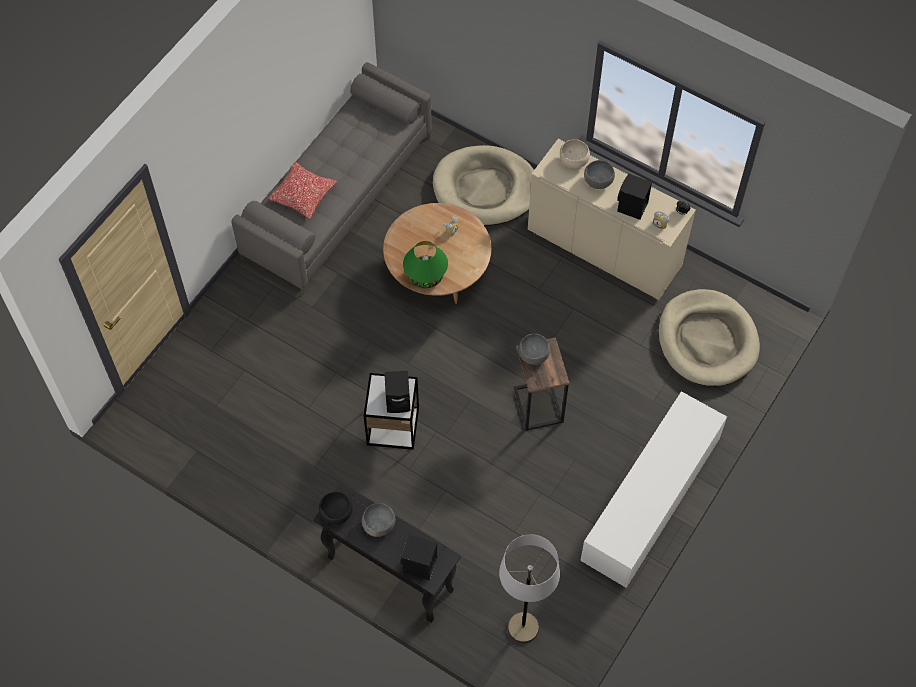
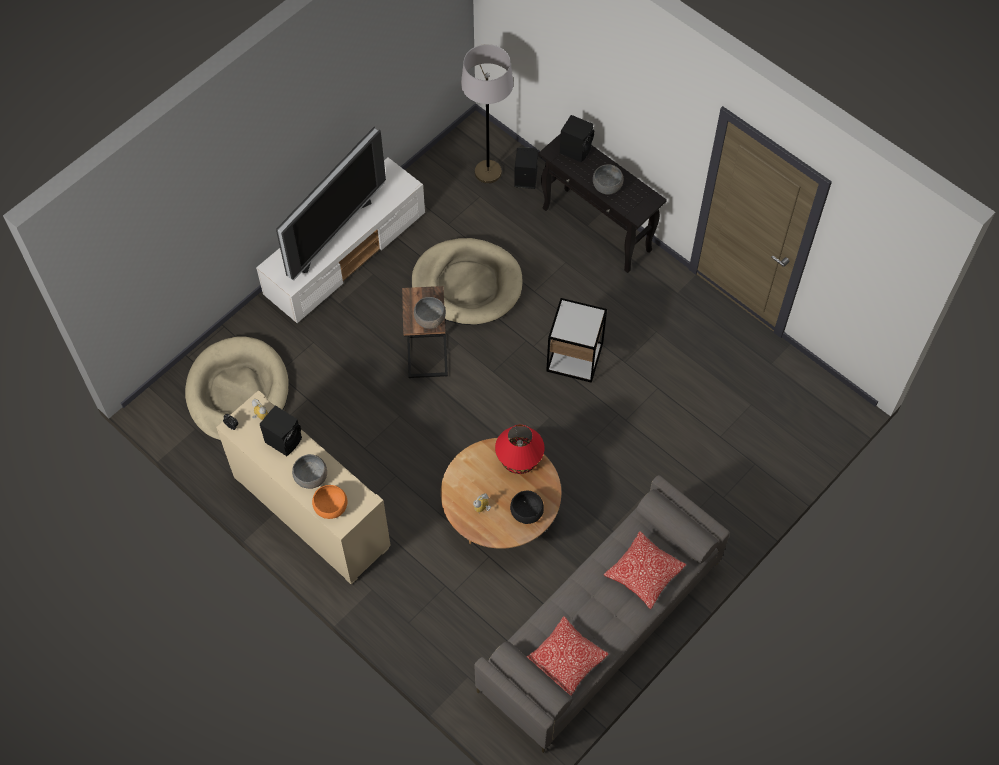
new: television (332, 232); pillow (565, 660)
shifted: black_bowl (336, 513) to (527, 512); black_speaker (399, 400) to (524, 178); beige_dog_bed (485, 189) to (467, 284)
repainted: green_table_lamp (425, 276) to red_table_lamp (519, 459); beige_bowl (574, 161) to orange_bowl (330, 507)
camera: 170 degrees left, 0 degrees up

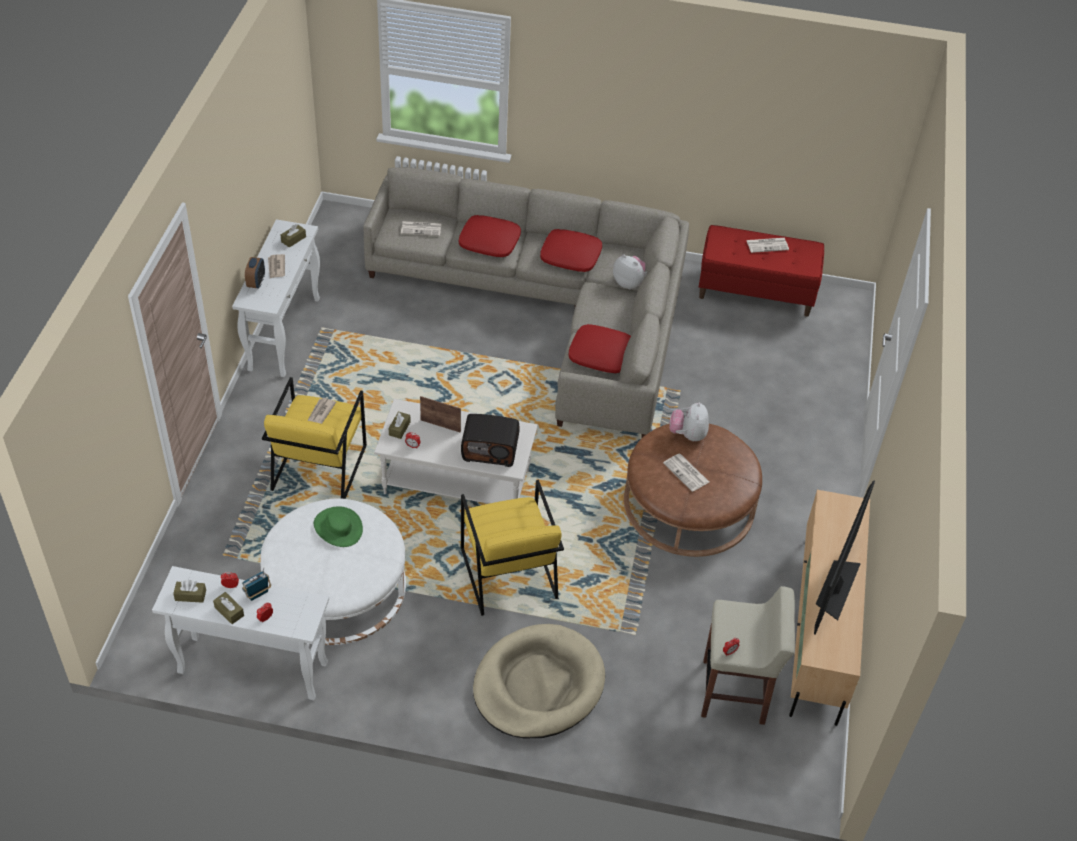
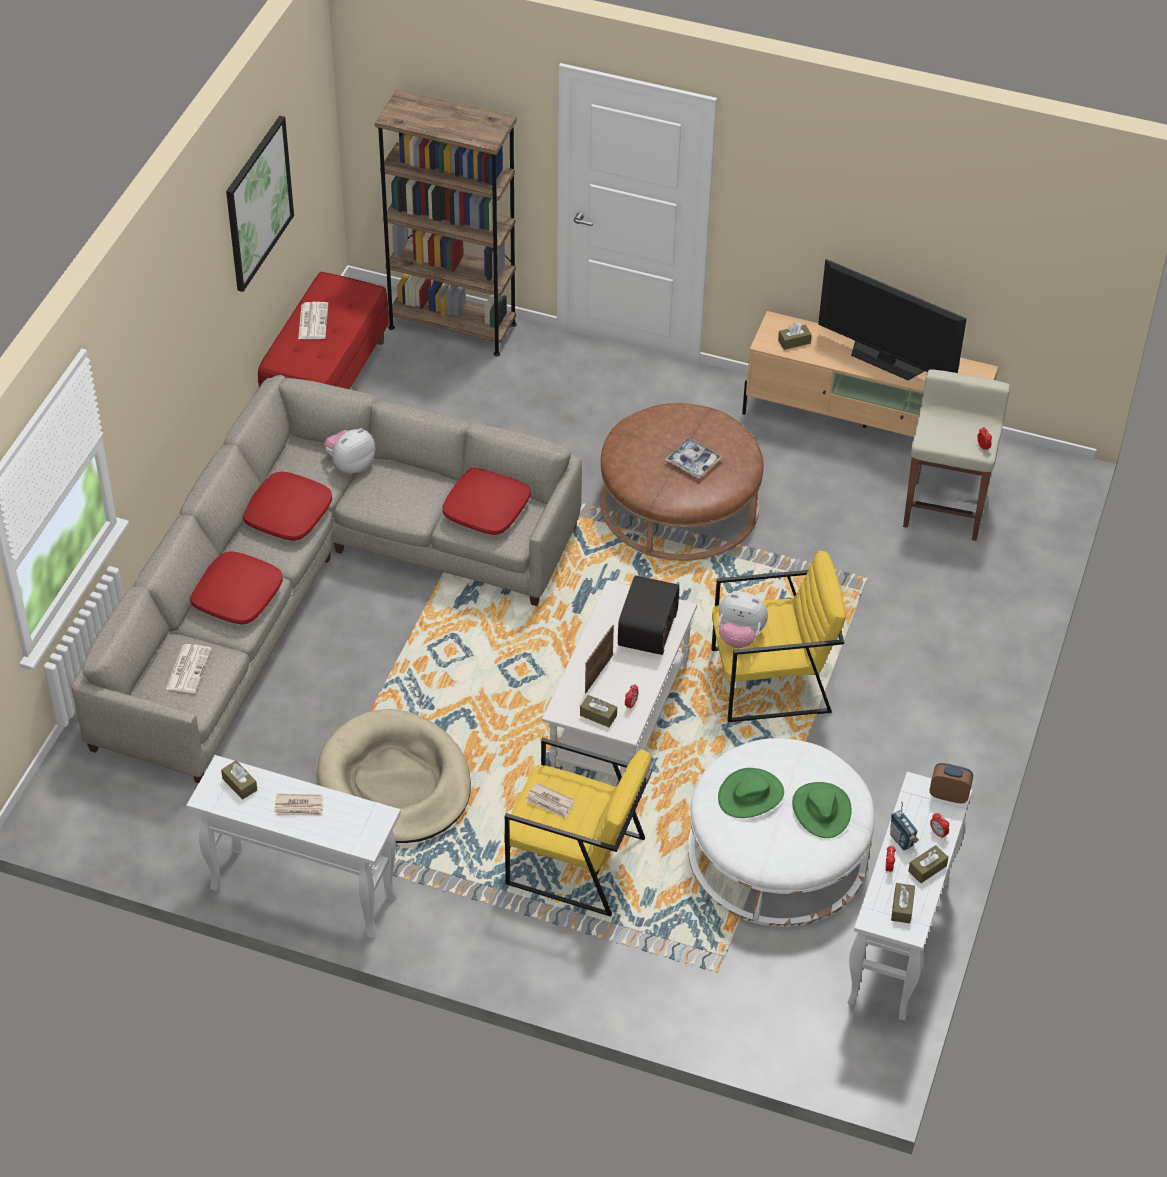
new: picture (258, 203); brown_bookcase (452, 326); brown_tissue_box (794, 341); green_hat (821, 810)
shifted: alarm_clock (256, 282) to (949, 795); beige_dog_bed (538, 685) to (395, 782); plush_toy (688, 435) to (739, 636)
swapped: newspaper (686, 473) to tray (693, 462)
camera: 80 degrees left, 0 degrees up

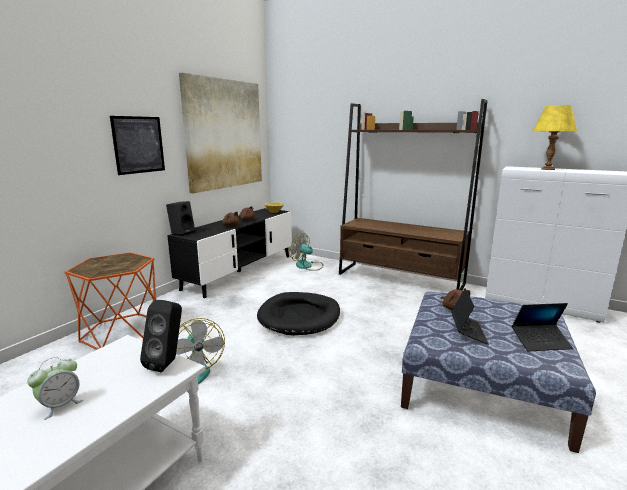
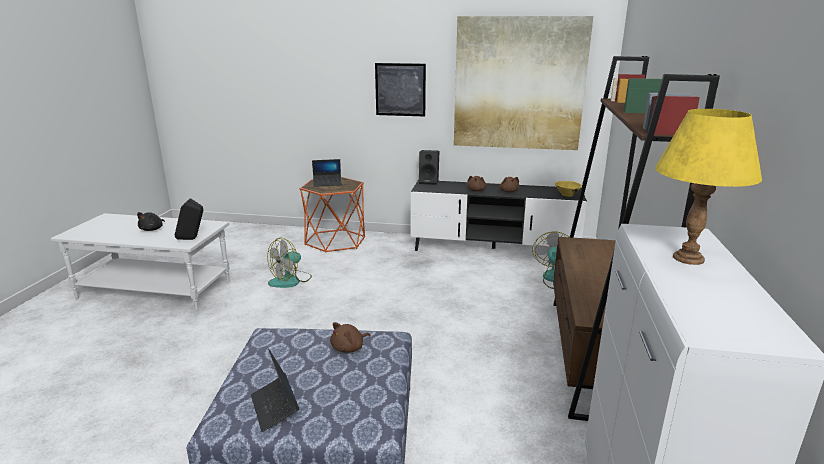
gone: black_dog_bed (299, 316)
shifted: laptop (468, 332) to (327, 183)
swapped: alarm_clock (60, 405) to black_plush_toy (152, 229)
camera: 70 degrees right, 5 degrees up

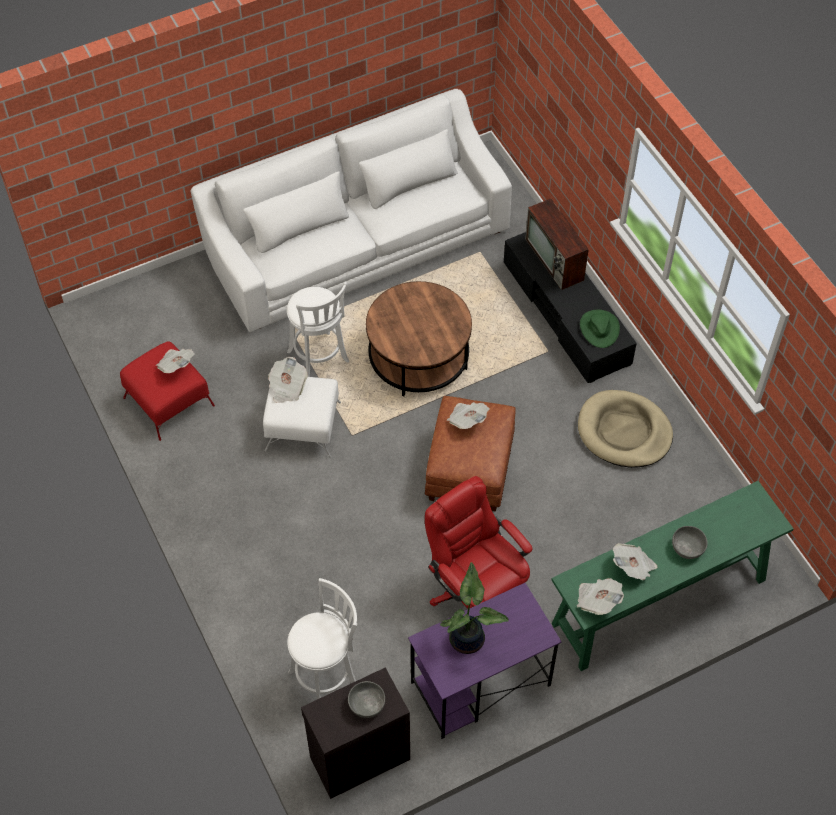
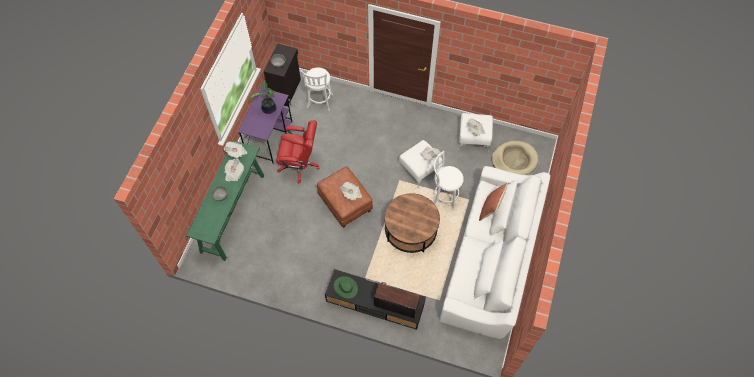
new: pillow (490, 209)
shifted: beige_dog_bed (624, 432) to (514, 160)
repainted: red_ottoman (168, 402) to white_ottoman (473, 137)
camera: 135 degrees right, 5 degrees up

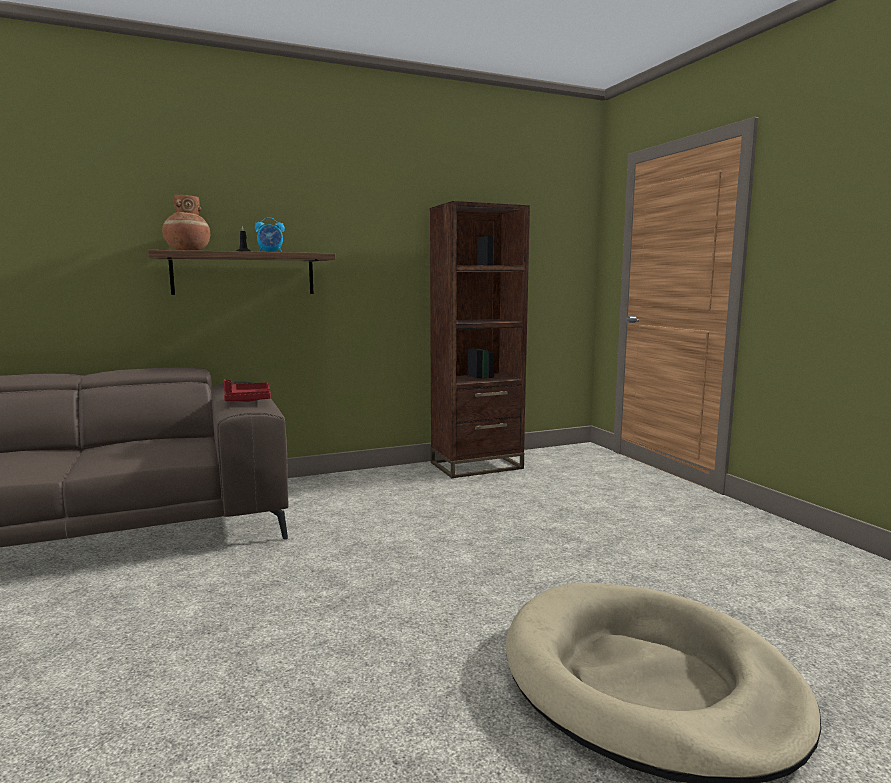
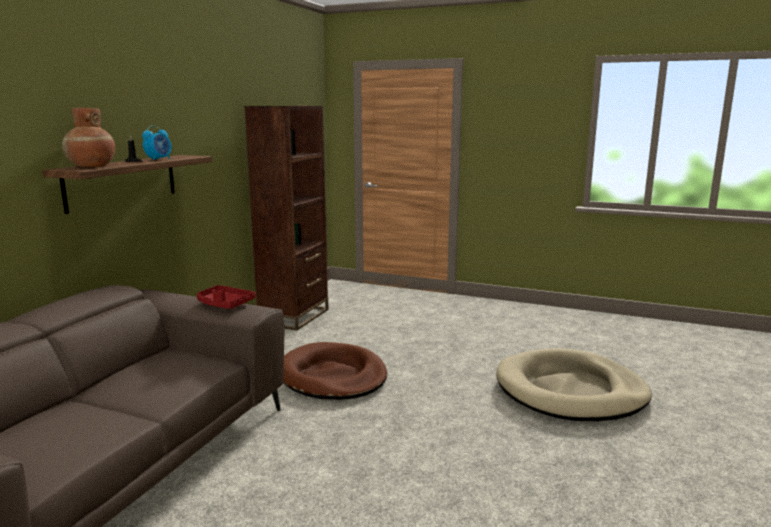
new: brown_dog_bed (332, 376)
camera: 45 degrees left, 5 degrees up

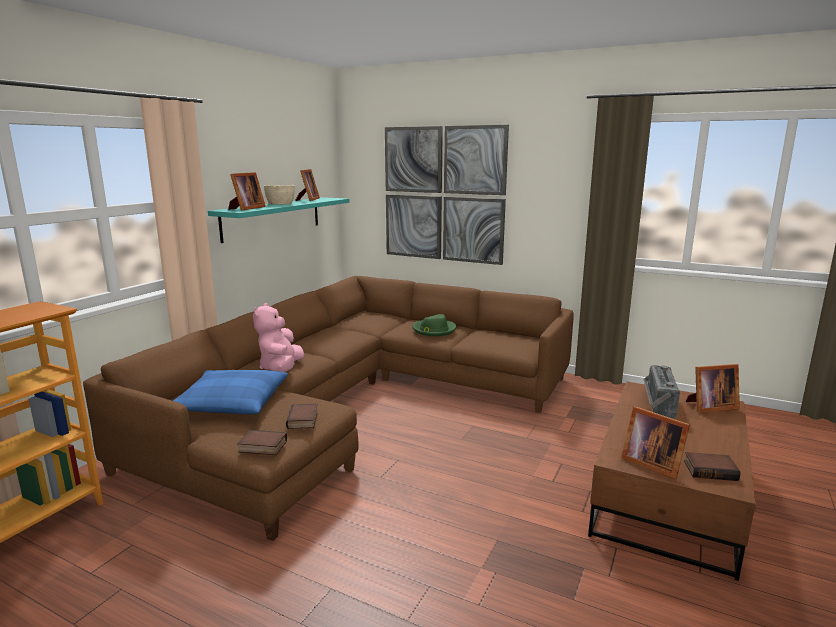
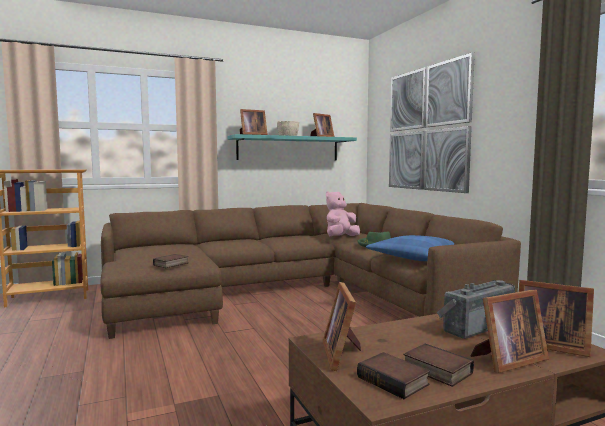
new: picture_frame (507, 360)
shifted: blue_pillow (231, 403) to (413, 257); book (261, 447) to (435, 370); pink_plush_toy (281, 369) to (341, 237)
camera: 40 degrees right, 10 degrees down

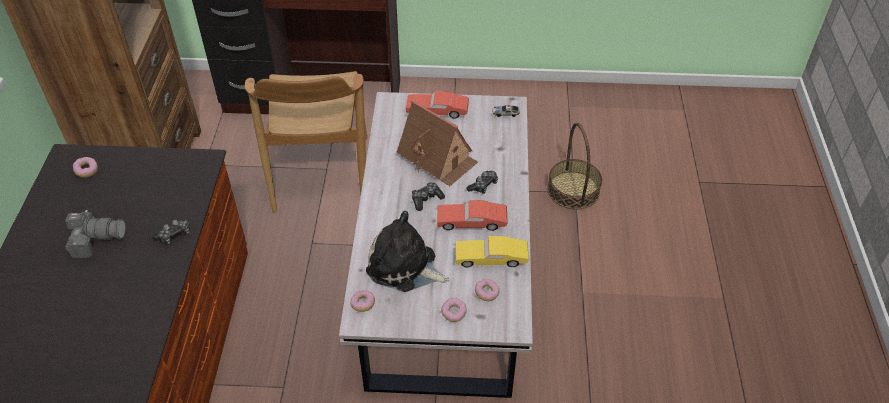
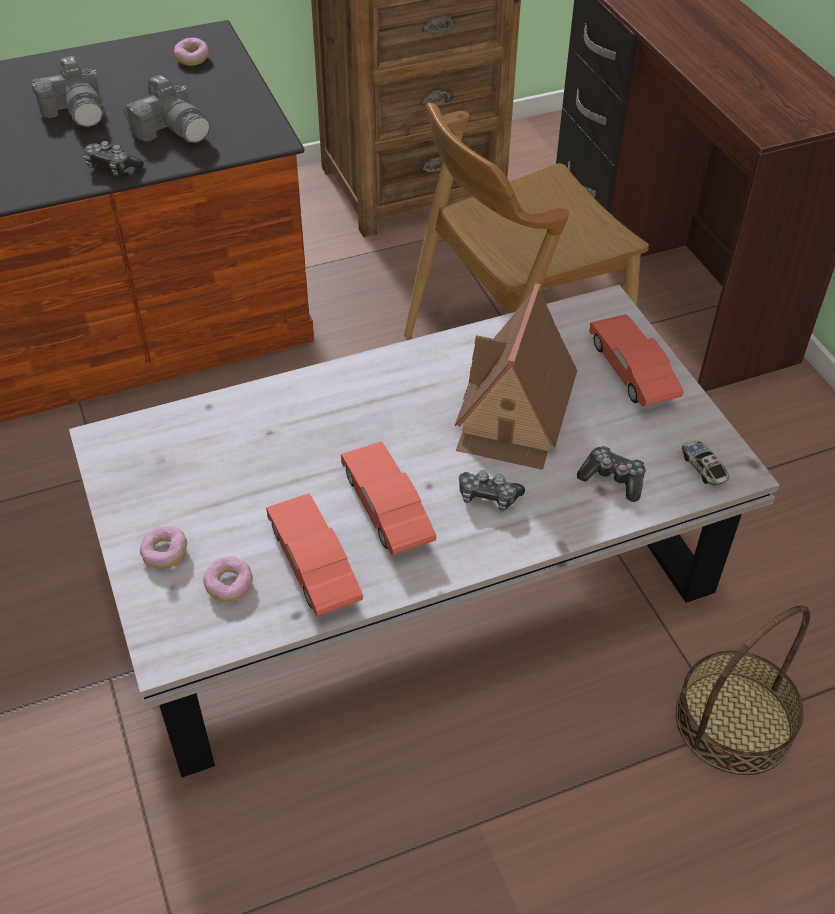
gone: donut (363, 304); plush_toy (405, 267)
new: photo_camera (172, 129)
shifted: game_controller (426, 199) to (613, 479)
repainted: yellow_toy_car (491, 258) to red_toy_car (314, 566)
camera: 65 degrees right, 0 degrees up

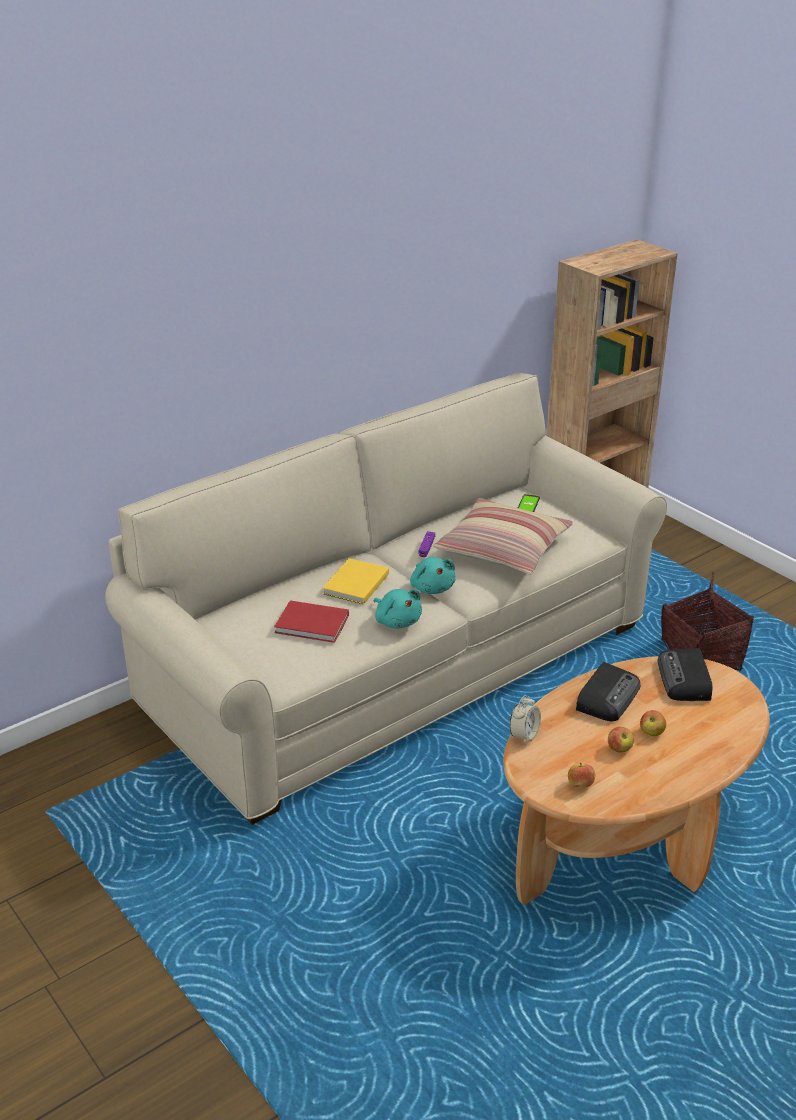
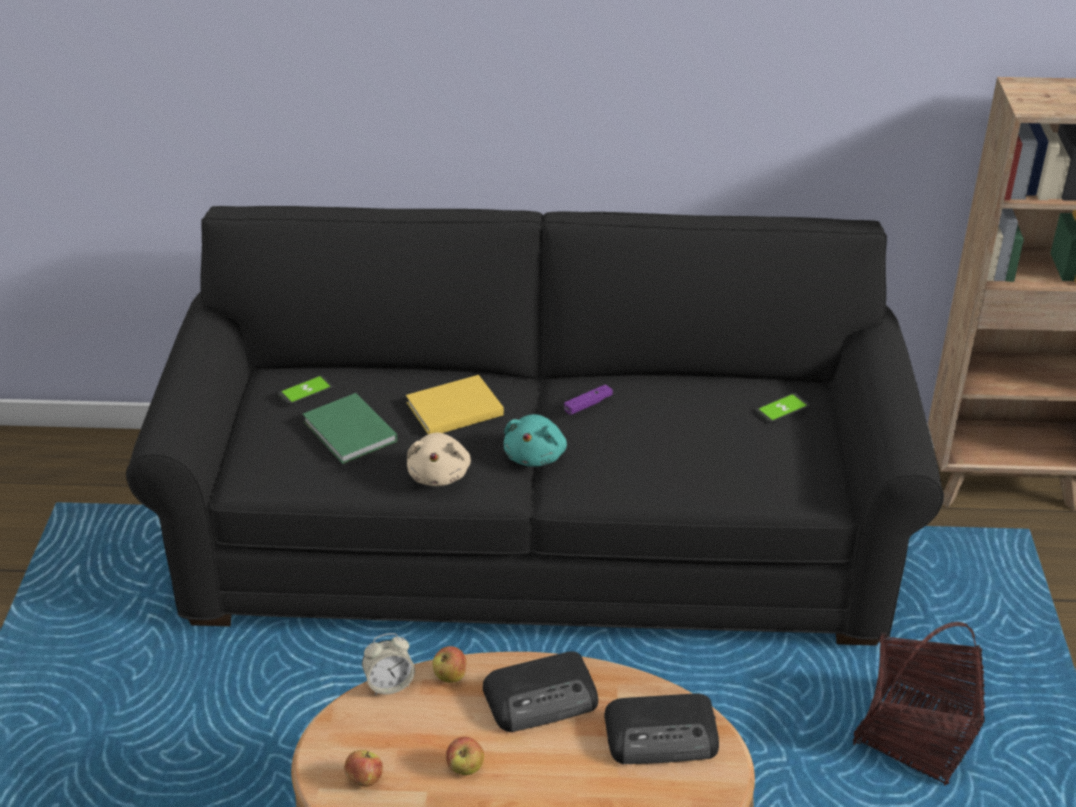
gone: pillow (503, 548)
new: phone (306, 391)
shifted: apple (651, 733) to (450, 676)
repainted: beige_sofa (398, 664) to black_sofa (539, 537); red_book (313, 625) to green_book (349, 433); turquoise_plush_toy (397, 621) to beige_plush_toy (439, 474)
rotated: radio (685, 680) = (663, 736) 135 degrees counterclockwise
camera: 40 degrees right, 5 degrees up

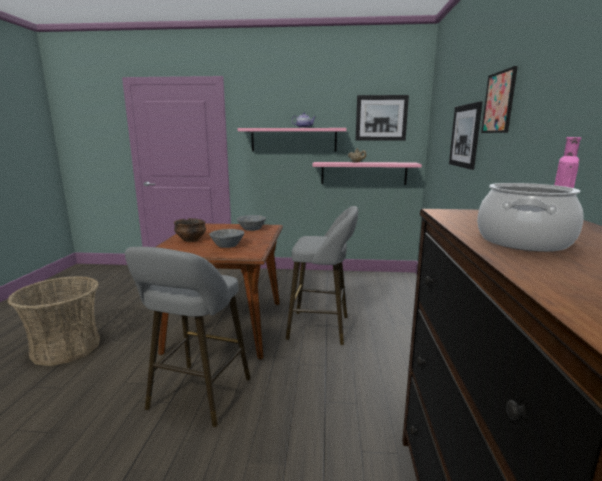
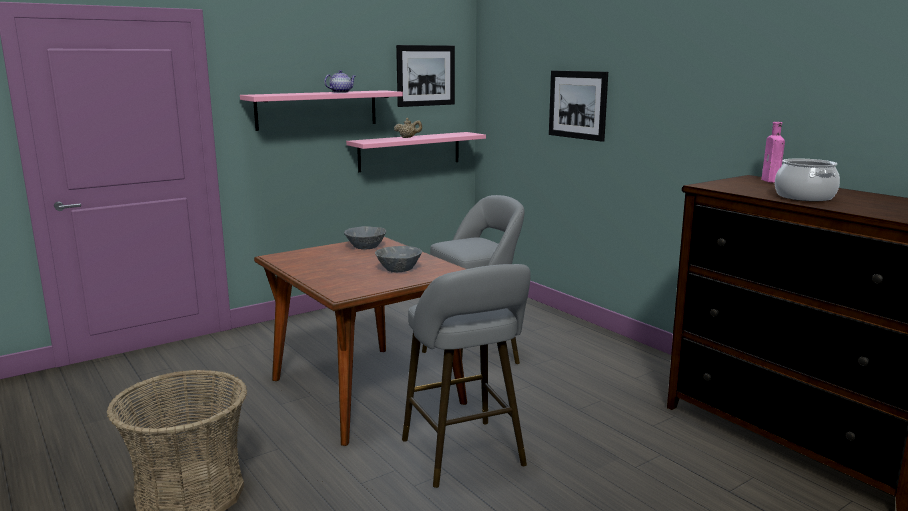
gone: bowl (191, 240); picture (499, 102)
camera: 40 degrees left, 0 degrees up

